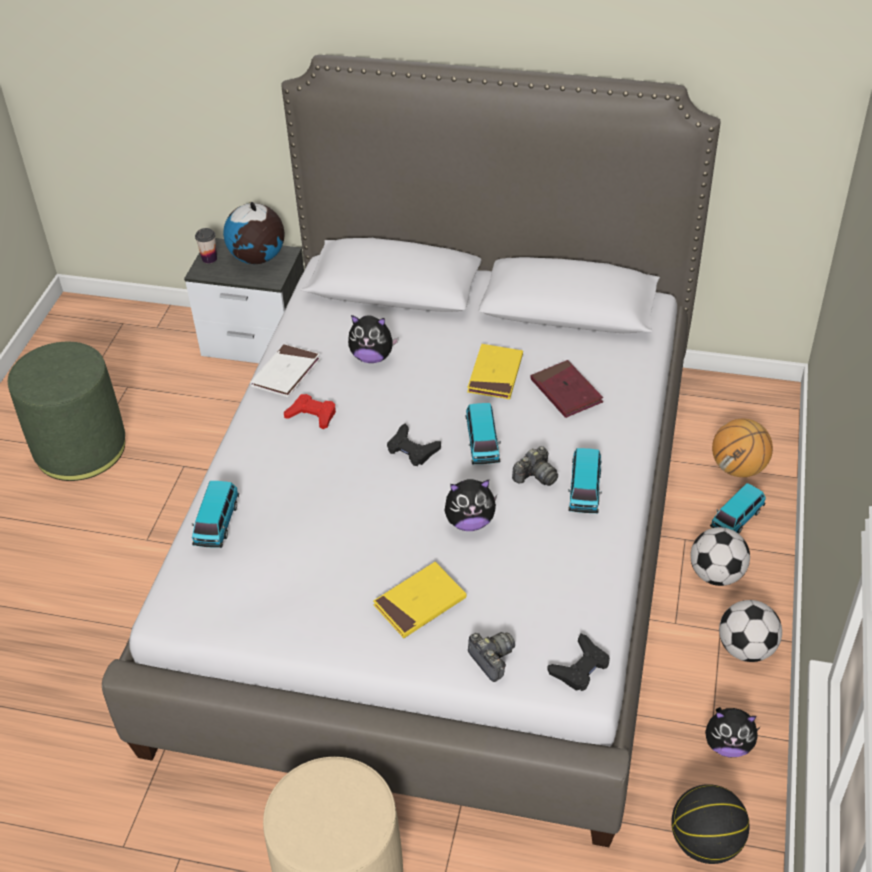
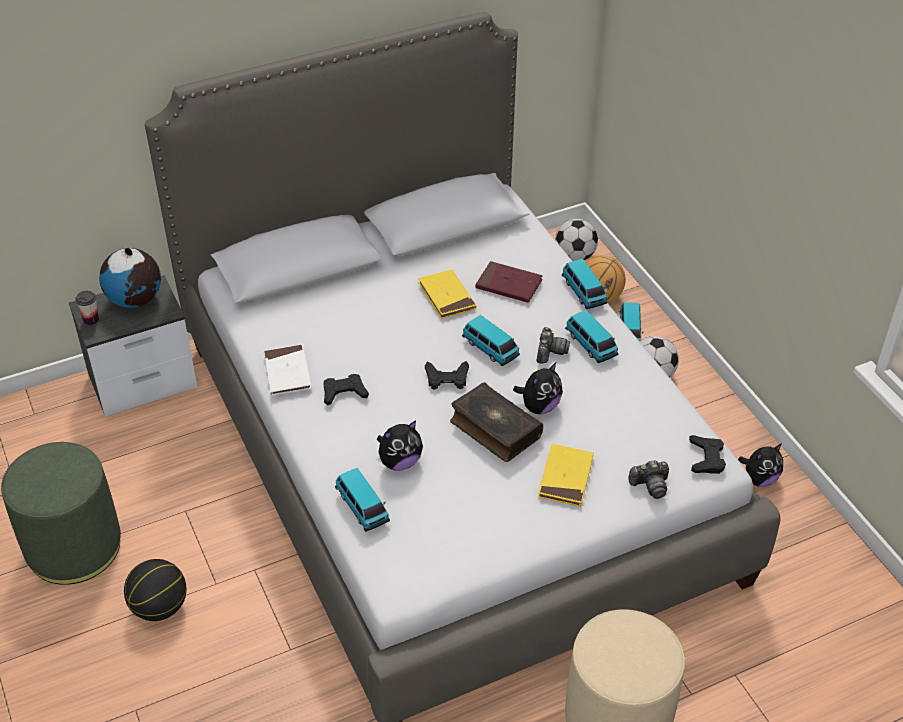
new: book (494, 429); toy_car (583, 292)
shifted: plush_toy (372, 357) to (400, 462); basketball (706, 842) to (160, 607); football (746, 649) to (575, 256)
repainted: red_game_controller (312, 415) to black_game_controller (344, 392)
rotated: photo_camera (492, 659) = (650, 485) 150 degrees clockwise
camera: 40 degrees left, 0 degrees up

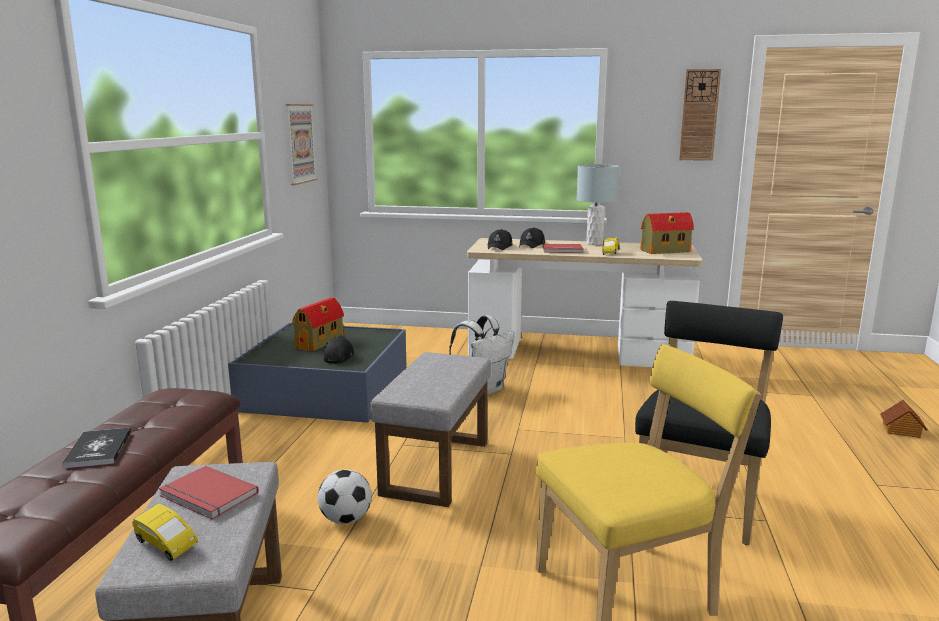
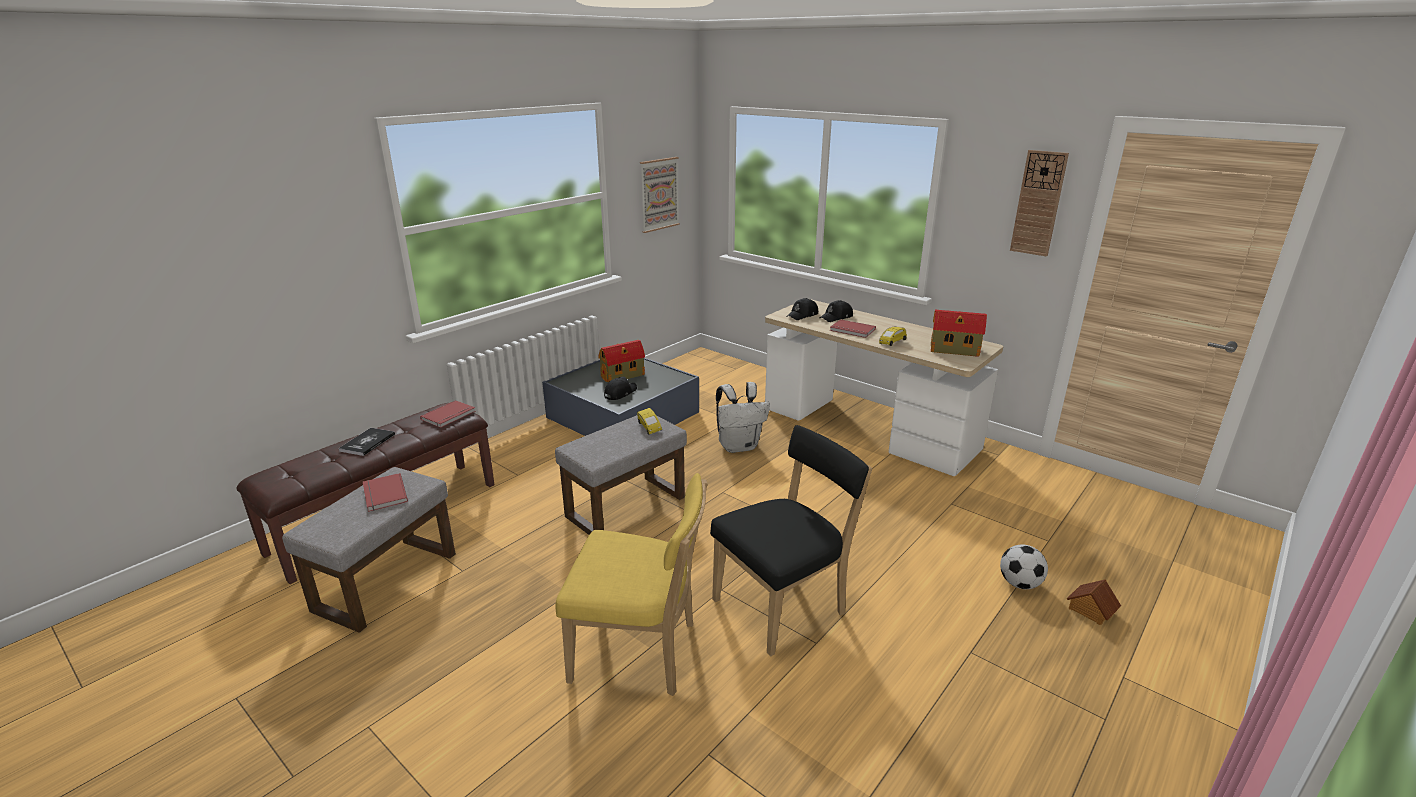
gone: grey_table_lamp (594, 243)
new: red_book (449, 416)
shifted: yellow_toy_car (165, 546) to (649, 428); football (345, 519) to (1019, 584)
camera: 30 degrees right, 10 degrees up

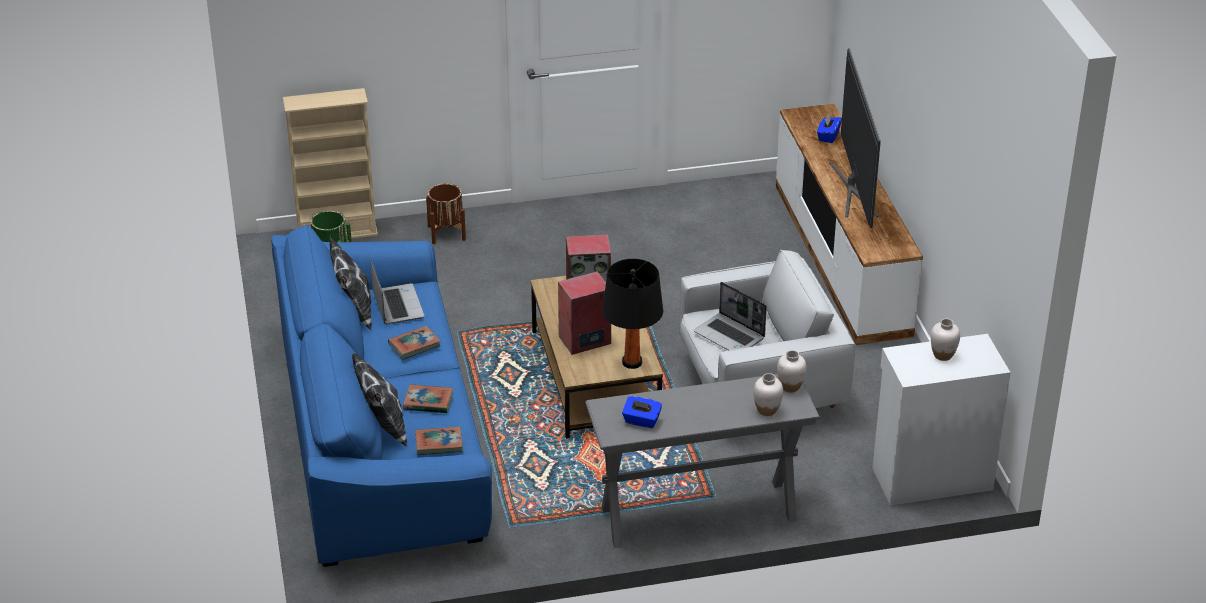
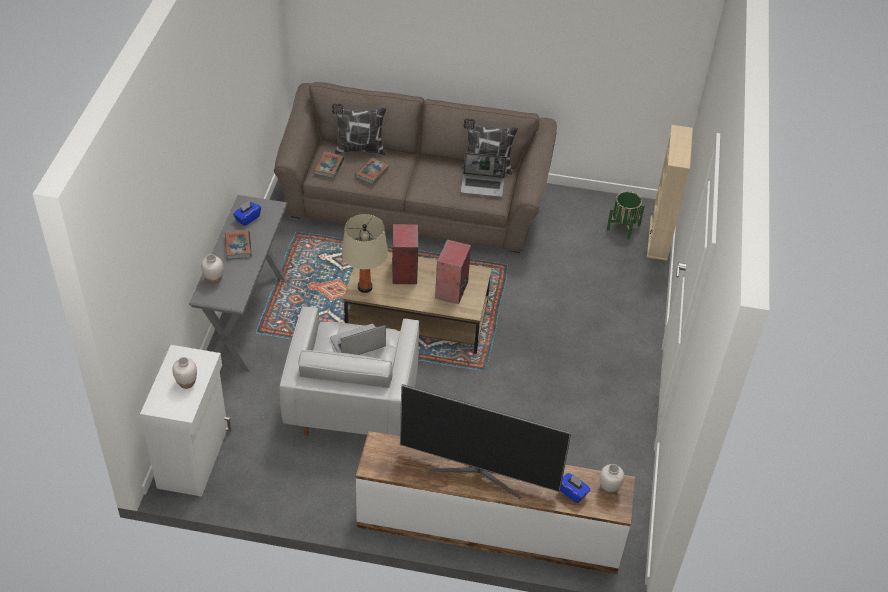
gone: brown_planter (446, 233)
shifted: book (414, 345) to (238, 246); white_vase (790, 387) to (609, 488)
repainted: blue_sofa (382, 437) to brown_sofa (414, 202); black_table_lamp (632, 362) to beige_table_lamp (365, 287)
camera: 110 degrees right, 10 degrees up

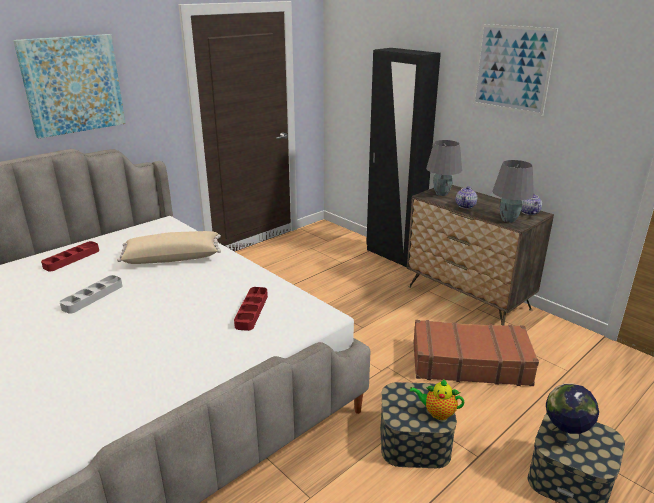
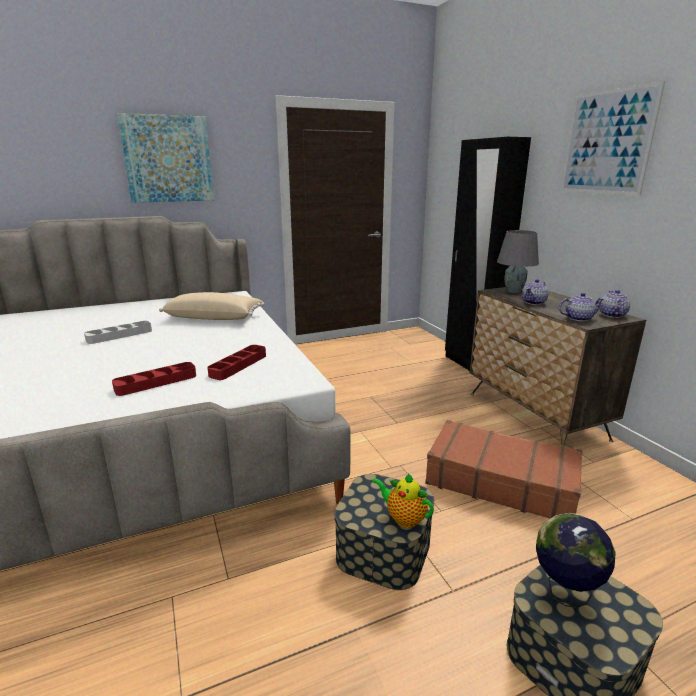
shifted: red_tray (72, 259) to (156, 382)
swapped: grey_table_lamp (508, 220) to teapot (578, 318)
camera: 20 degrees right, 5 degrees down

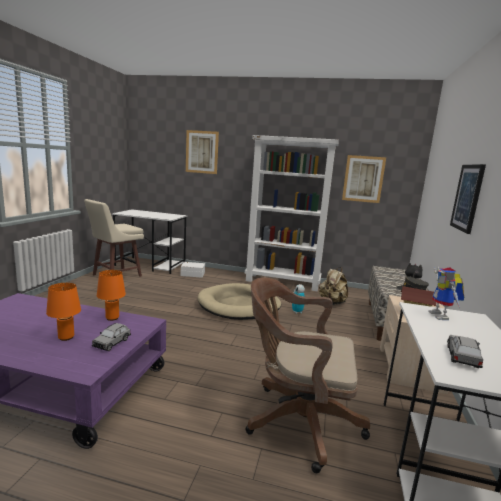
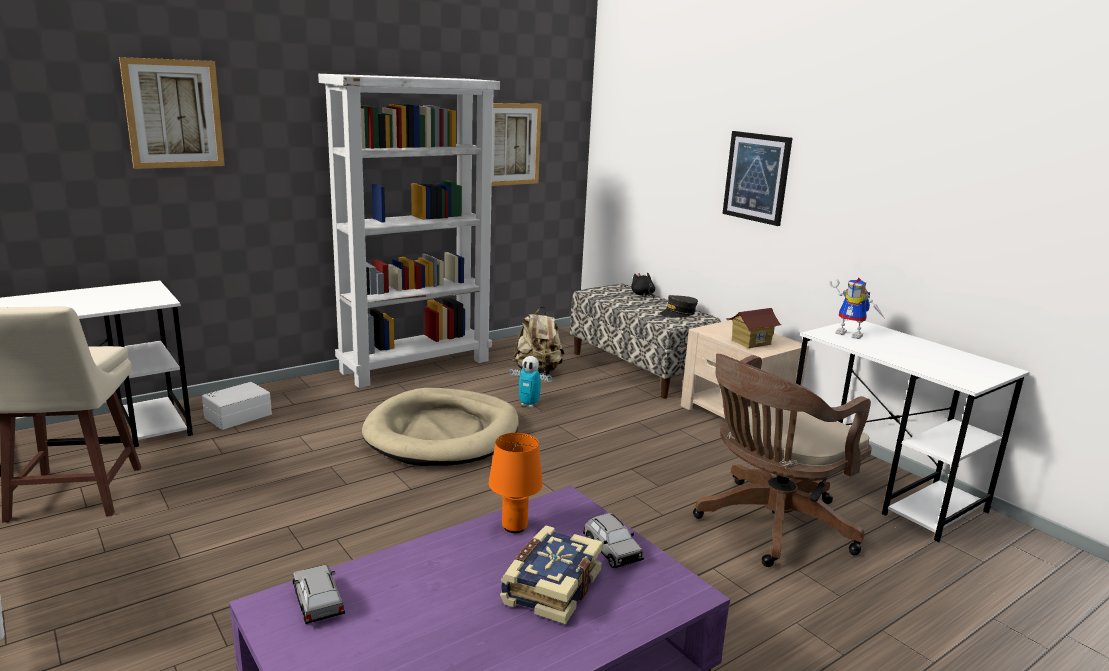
shifted: grey_toy_car (462, 357) to (318, 603)
swapped: orange_table_lamp (66, 338) to book (550, 587)
camera: 50 degrees left, 5 degrees up

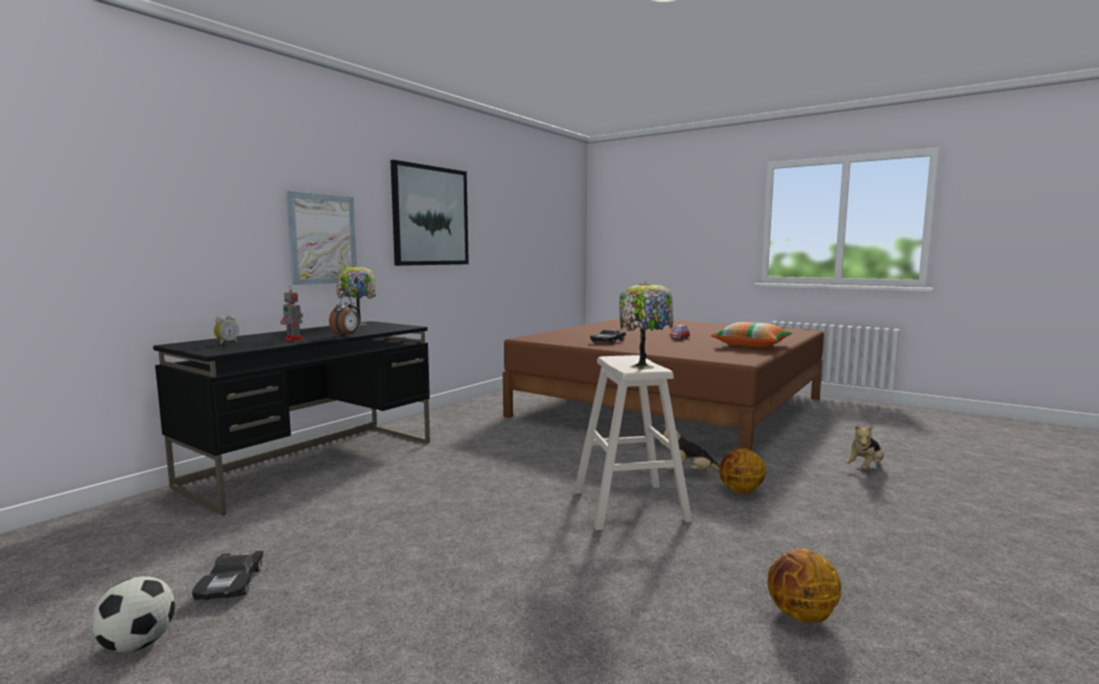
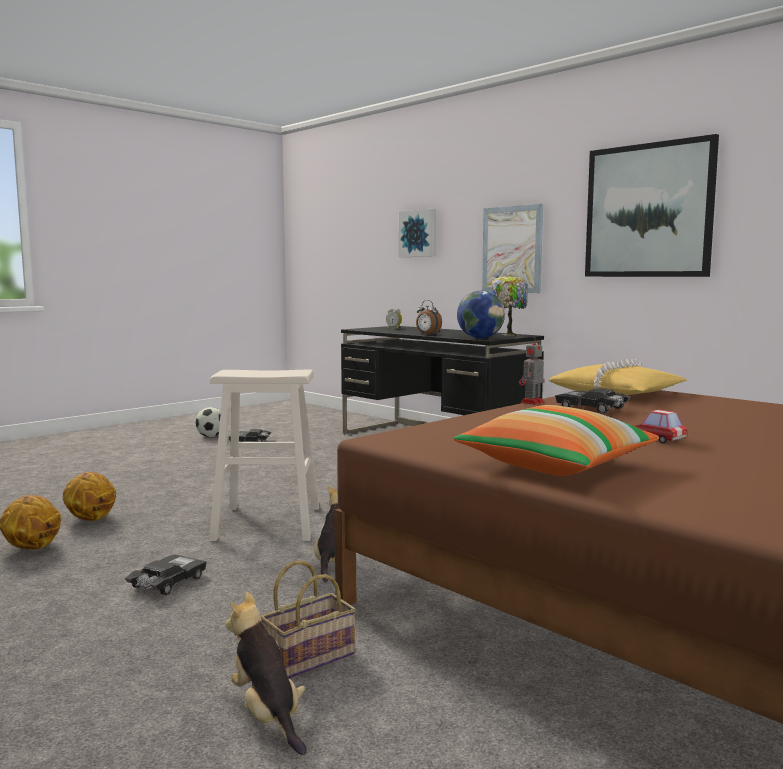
gone: table_lamp (644, 366)
new: black_toy_car (167, 582); basket (310, 656); picture (418, 233); globe (480, 338); yellow_pillow (617, 393)
shifted: toy_robot (294, 339) to (531, 402); basketball (741, 491) to (90, 519)
camera: 100 degrees right, 0 degrees up

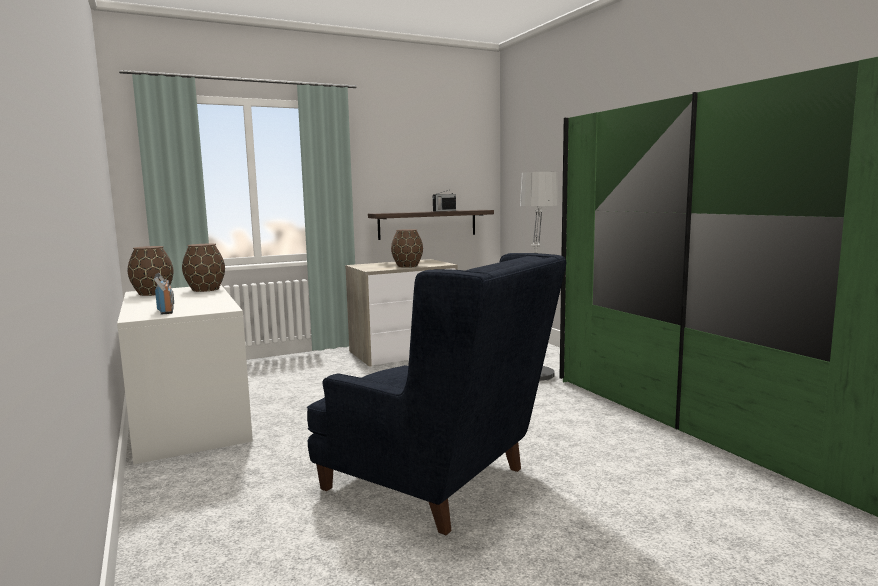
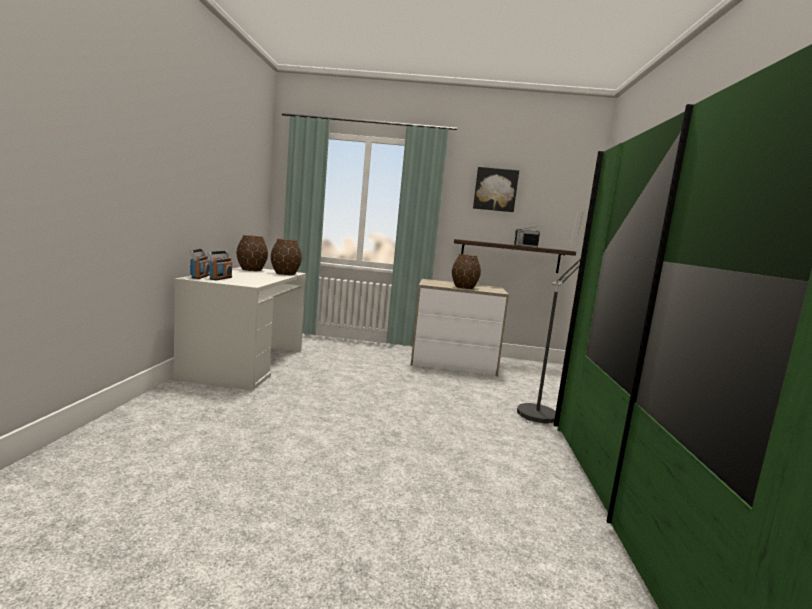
gone: blue_armchair (438, 483)
new: radio (199, 277); picture (495, 189)
camera: 30 degrees right, 0 degrees up

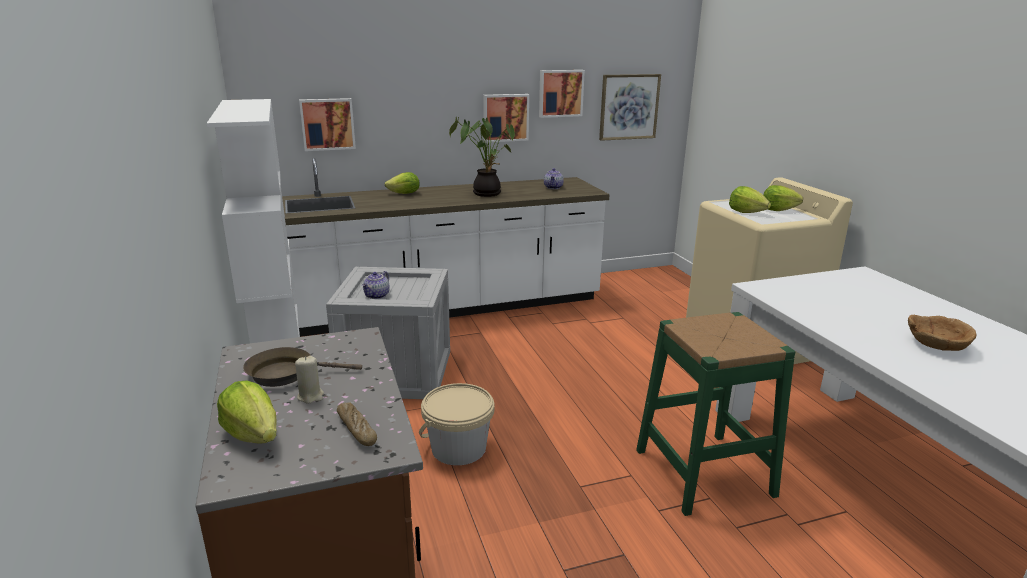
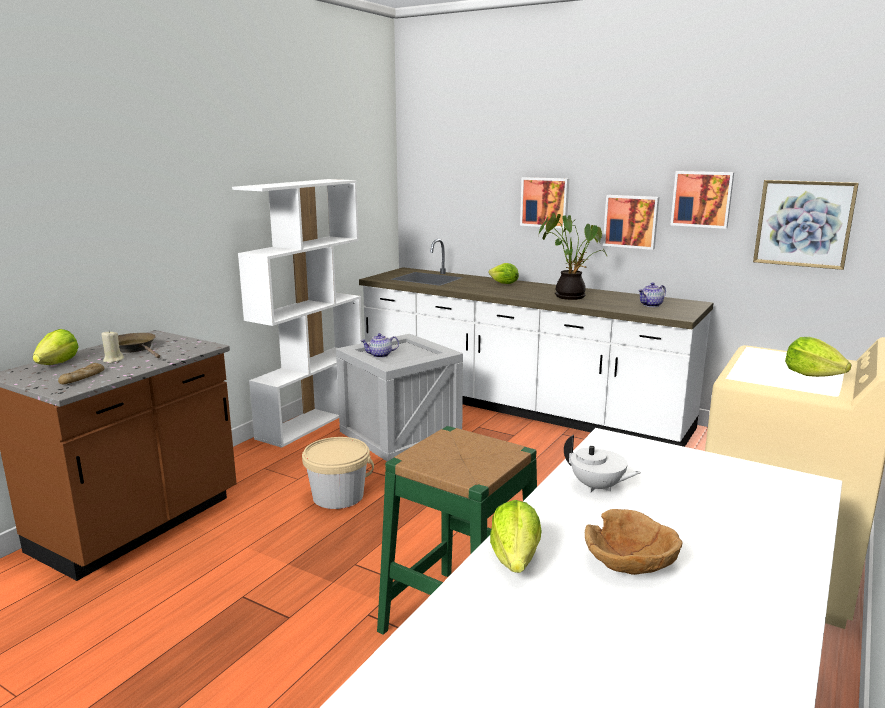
new: white_teapot (597, 487)
shifted: picture (327, 124) to (545, 202); lettuce (746, 212) to (515, 559)
camera: 50 degrees right, 5 degrees down

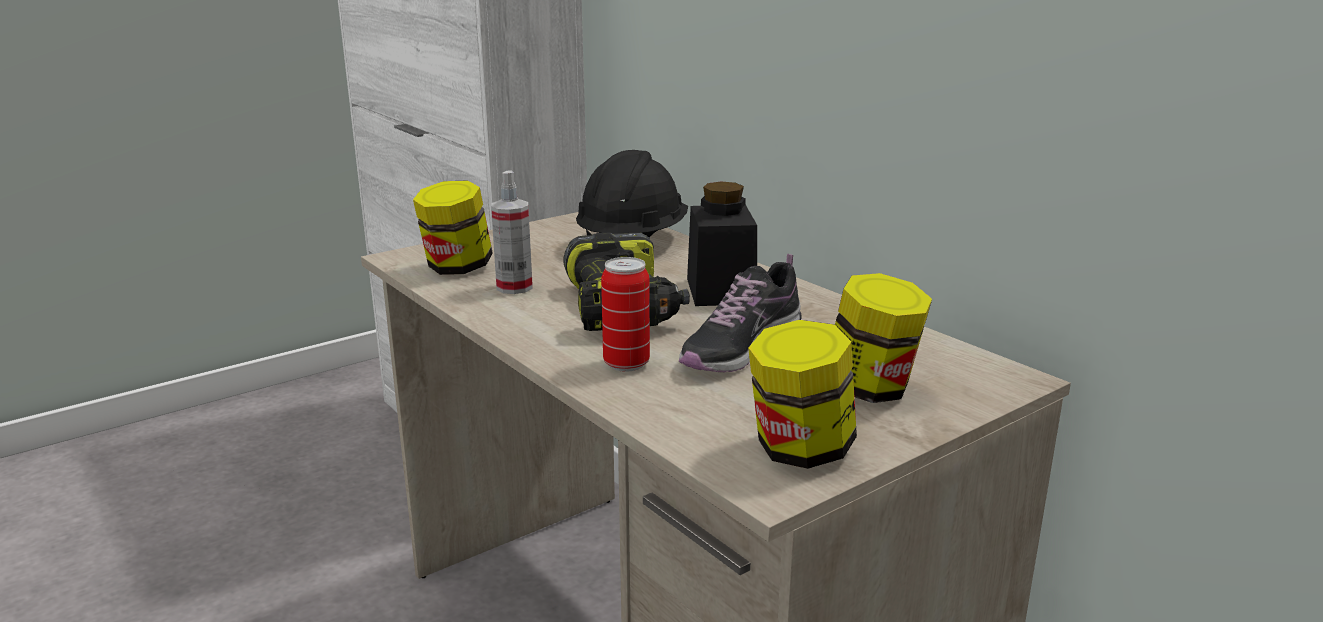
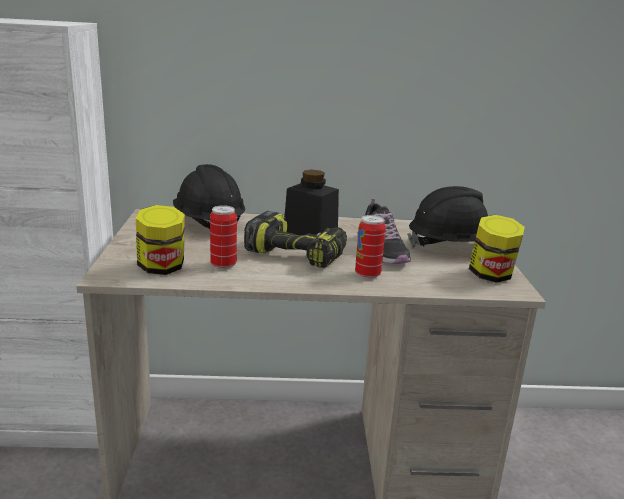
swapped: spray_bottle (514, 287) to can (223, 265); jar (871, 389) to black_hard_hat (451, 247)
camera: 55 degrees left, 0 degrees up

